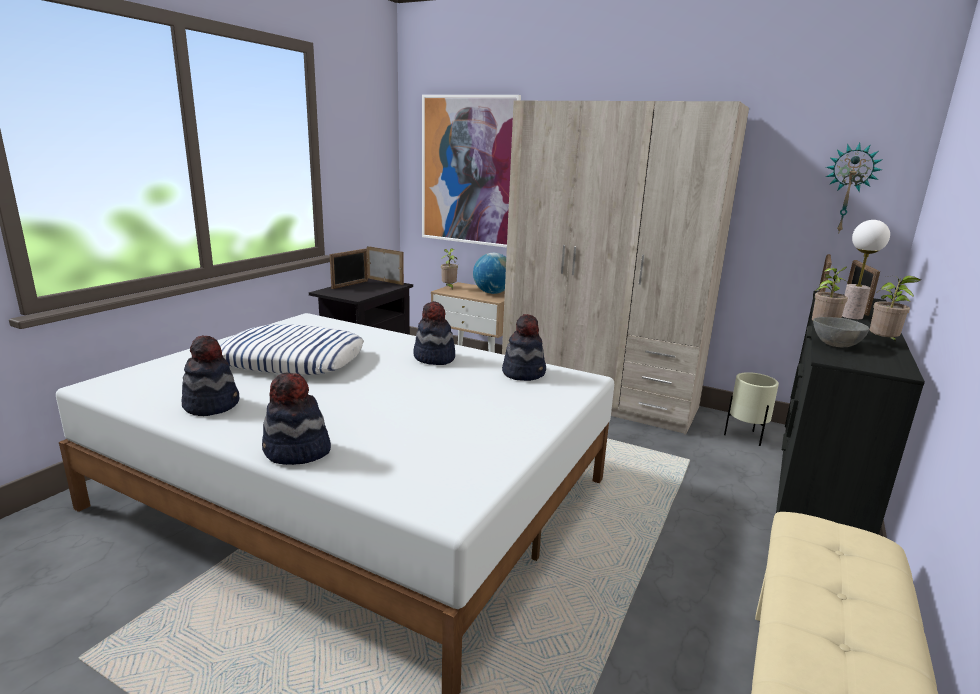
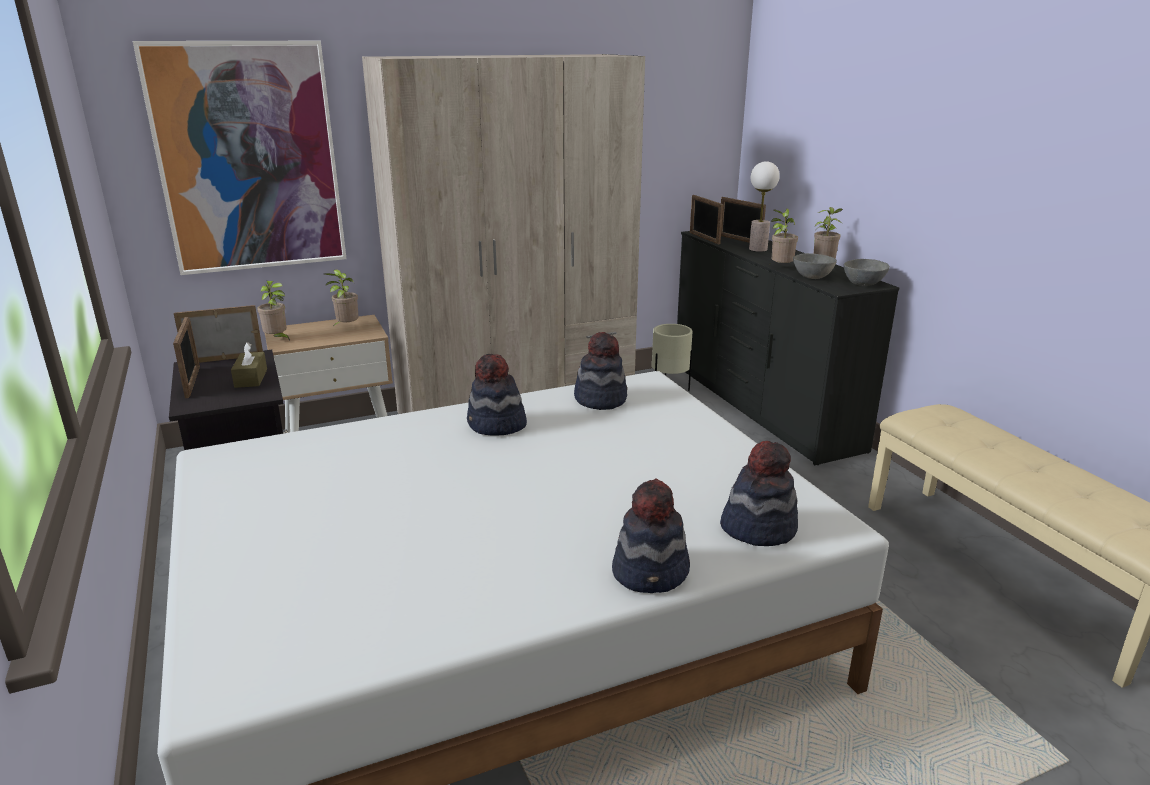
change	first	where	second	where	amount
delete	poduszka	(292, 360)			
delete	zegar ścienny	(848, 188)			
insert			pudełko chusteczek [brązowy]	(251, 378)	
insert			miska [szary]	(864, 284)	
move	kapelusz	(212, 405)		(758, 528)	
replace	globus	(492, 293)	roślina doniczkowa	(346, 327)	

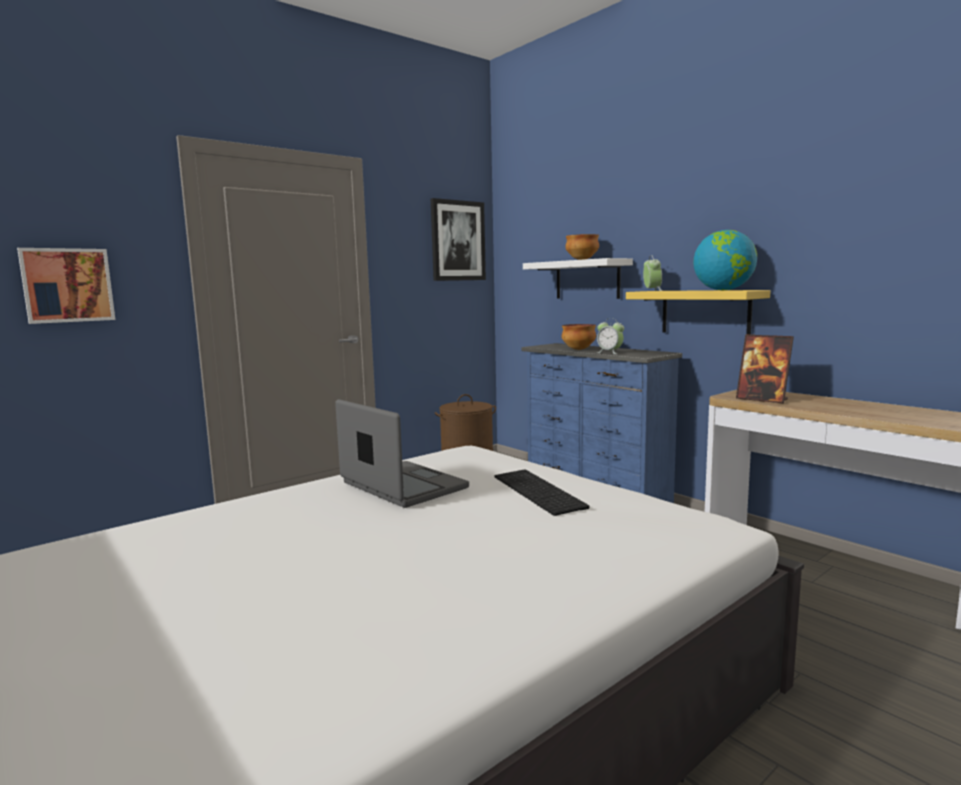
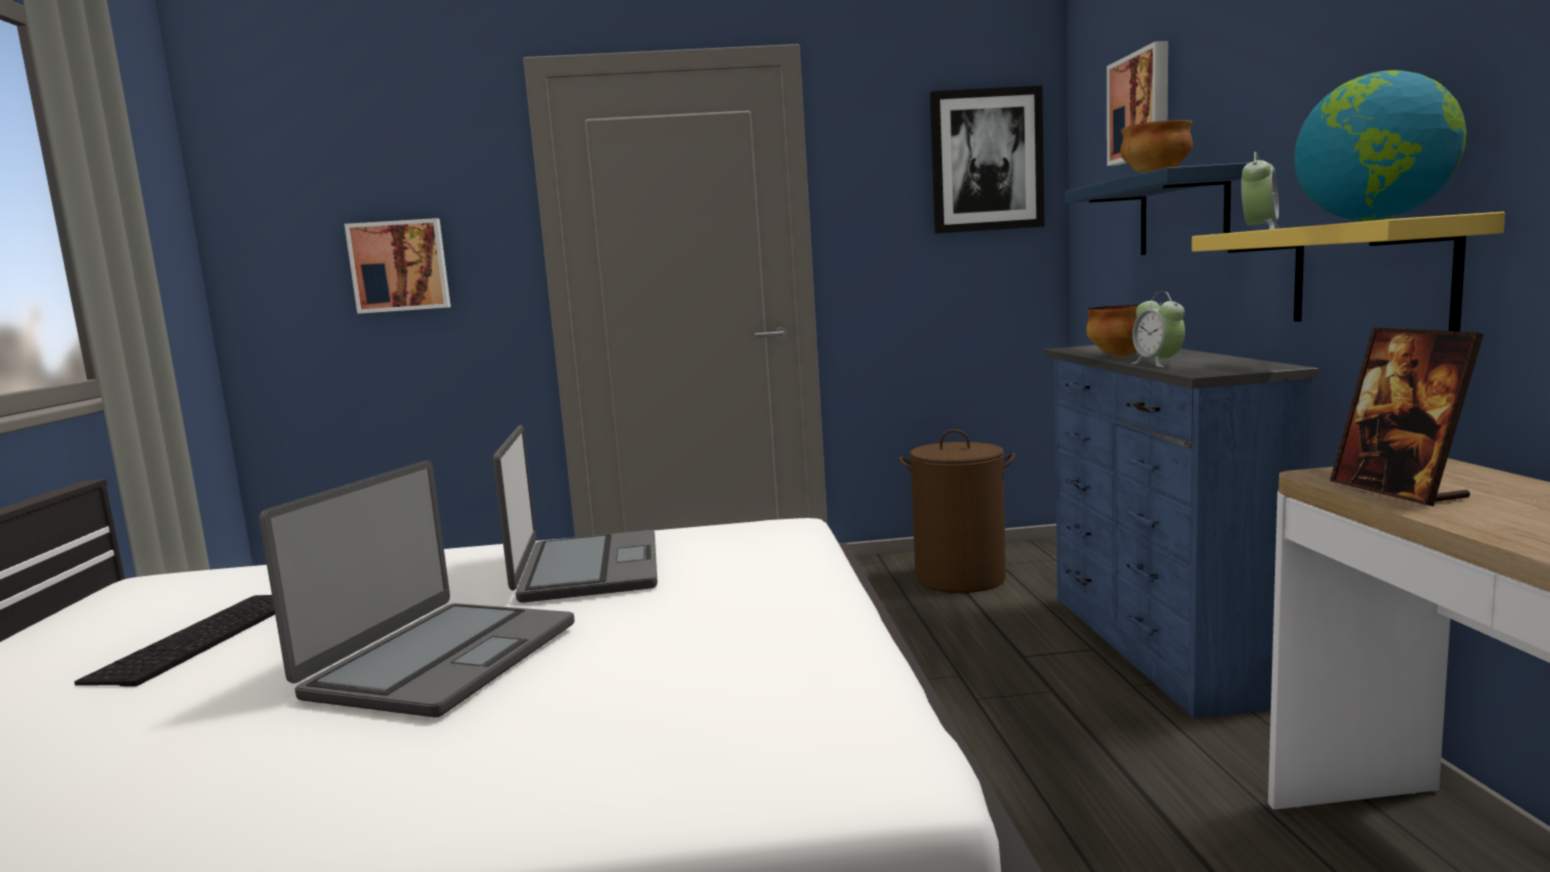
change	first	where	second	where	amount
insert			laptop	(441, 659)	
insert			obraz	(1141, 107)	
move	klawiatura	(541, 491)		(204, 638)	
recolor	półka [biały]	(587, 279)	półka [niebieski]	(1183, 214)	

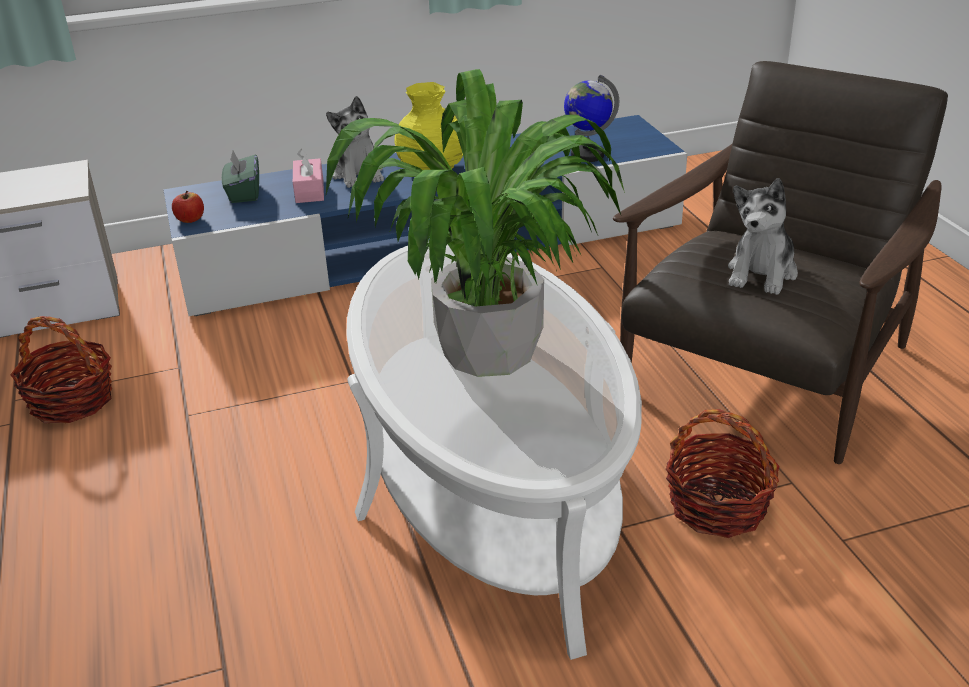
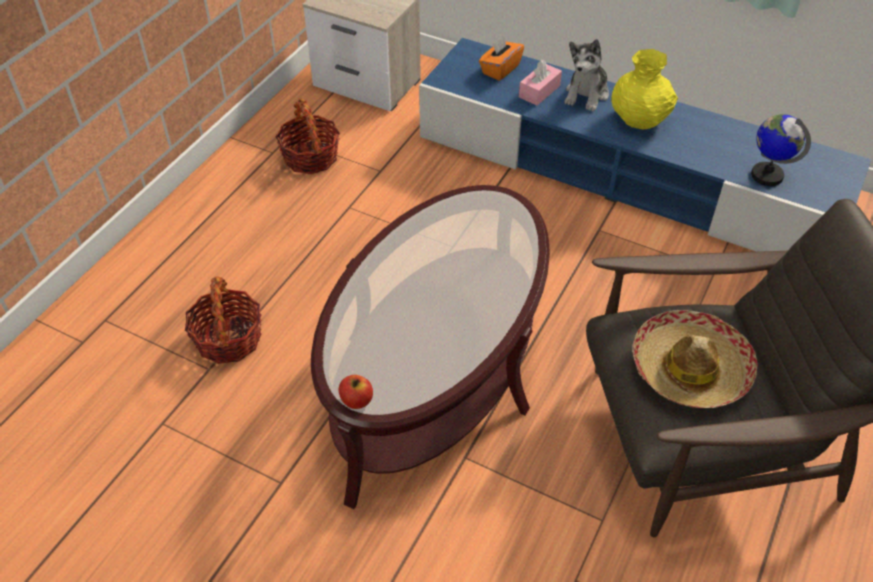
change	first	where	second	where	amount
delete	roślina doniczkowa	(490, 353)			
move	jabłko	(190, 219)		(356, 400)	
move	koszyk	(718, 506)		(229, 339)	
replace	pluszak	(762, 273)	kapelusz	(689, 369)	
recolor	pudełko chusteczek [zielony]	(244, 193)	pudełko chusteczek [pomarańczowy]	(500, 69)	
recolor	ława [biały]	(489, 484)	ława [brązowy]	(436, 373)	

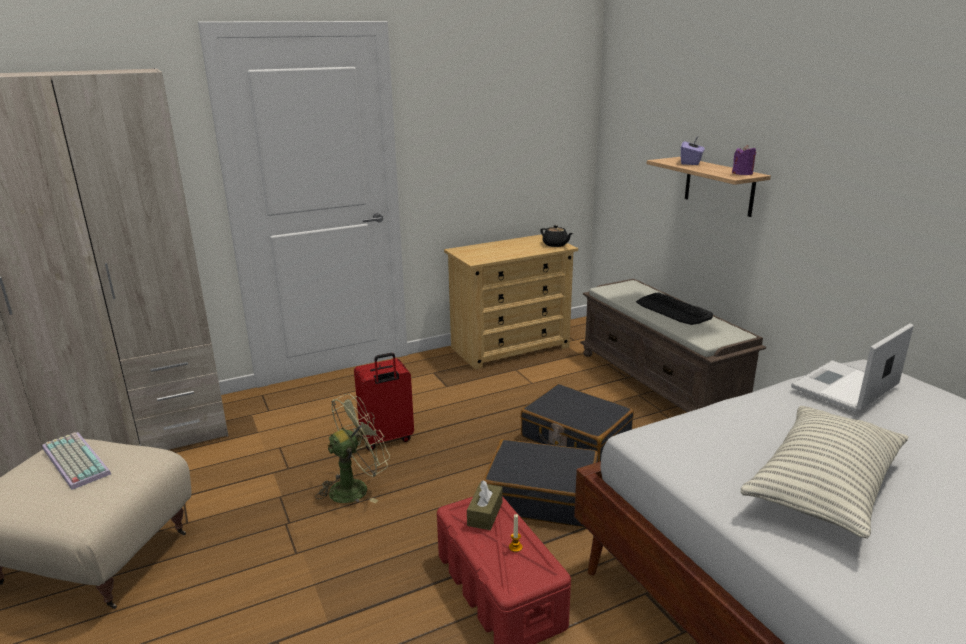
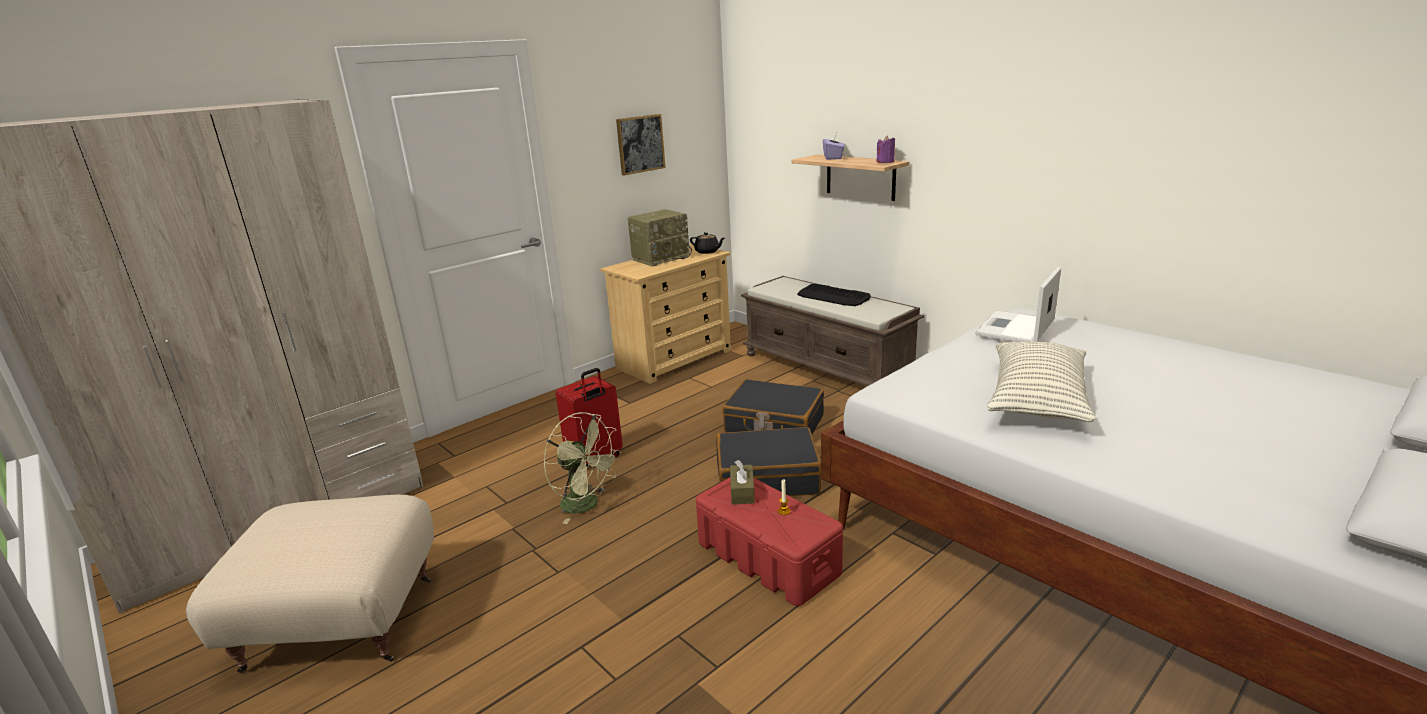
change	first	where	second	where	amount
delete	klawiatura	(73, 461)			
insert			obraz	(640, 144)	
insert			radio	(661, 258)	
rotate	wentylator [zielony]	(355, 487)		(587, 505)	90 degrees clockwise

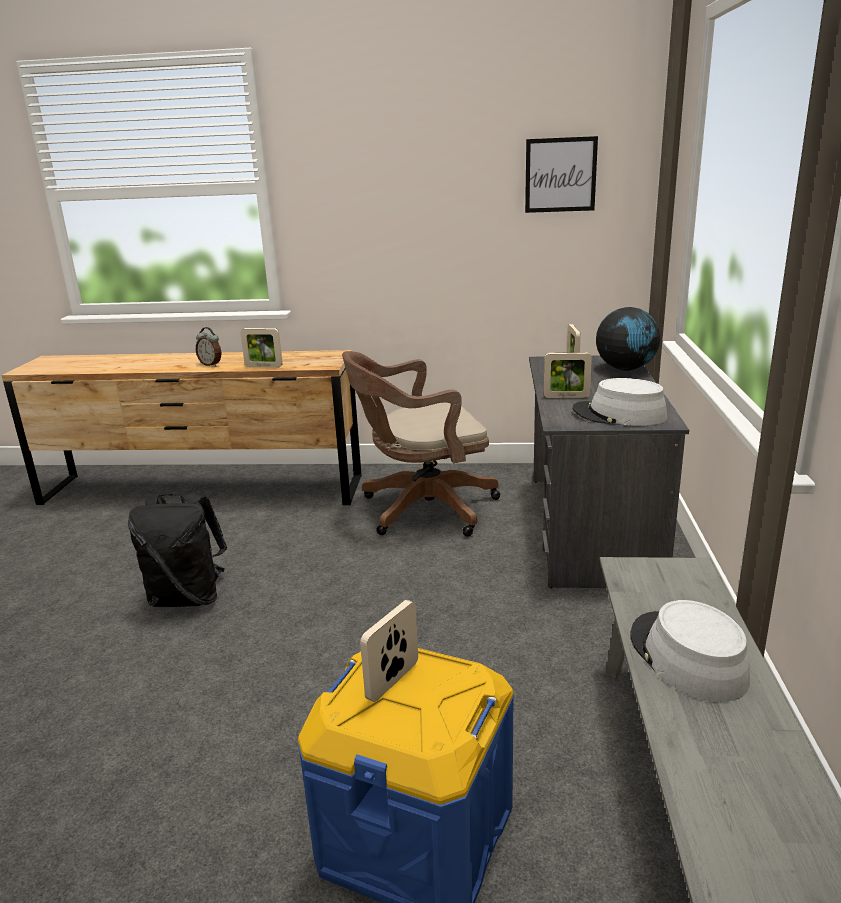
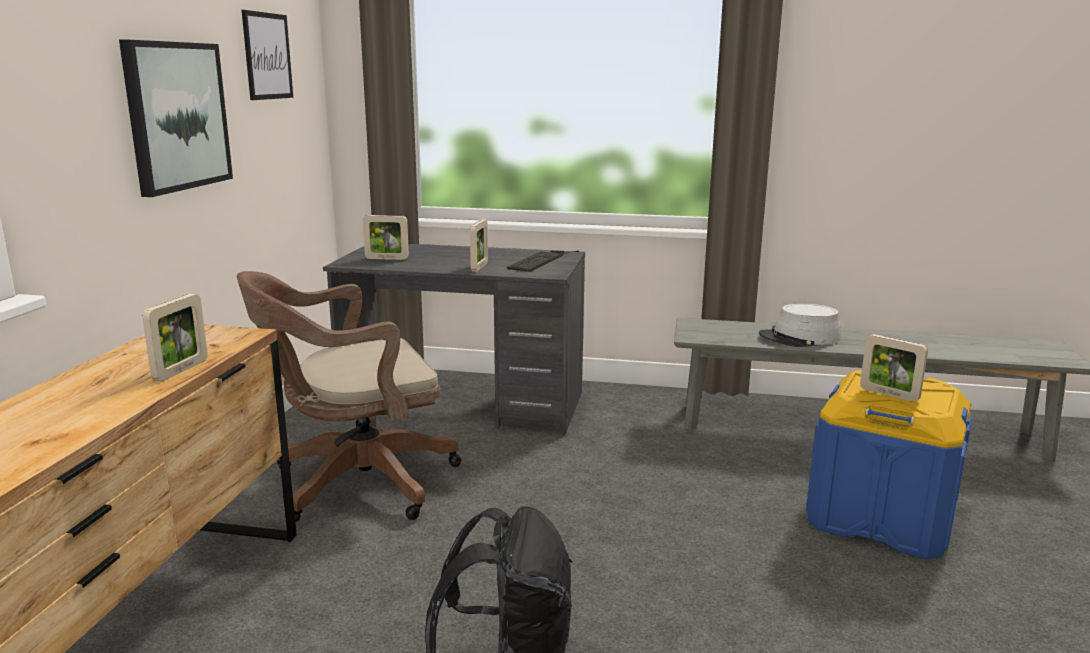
change	first	where	second	where	amount
delete	budzik	(211, 365)			
delete	globus	(625, 369)			
insert			obraz	(176, 116)	
replace	kapelusz [szary]	(619, 415)	klawiatura	(541, 260)	
rotate	krzesło biurowe [brązowy]	(422, 509)		(355, 483)	75 degrees clockwise

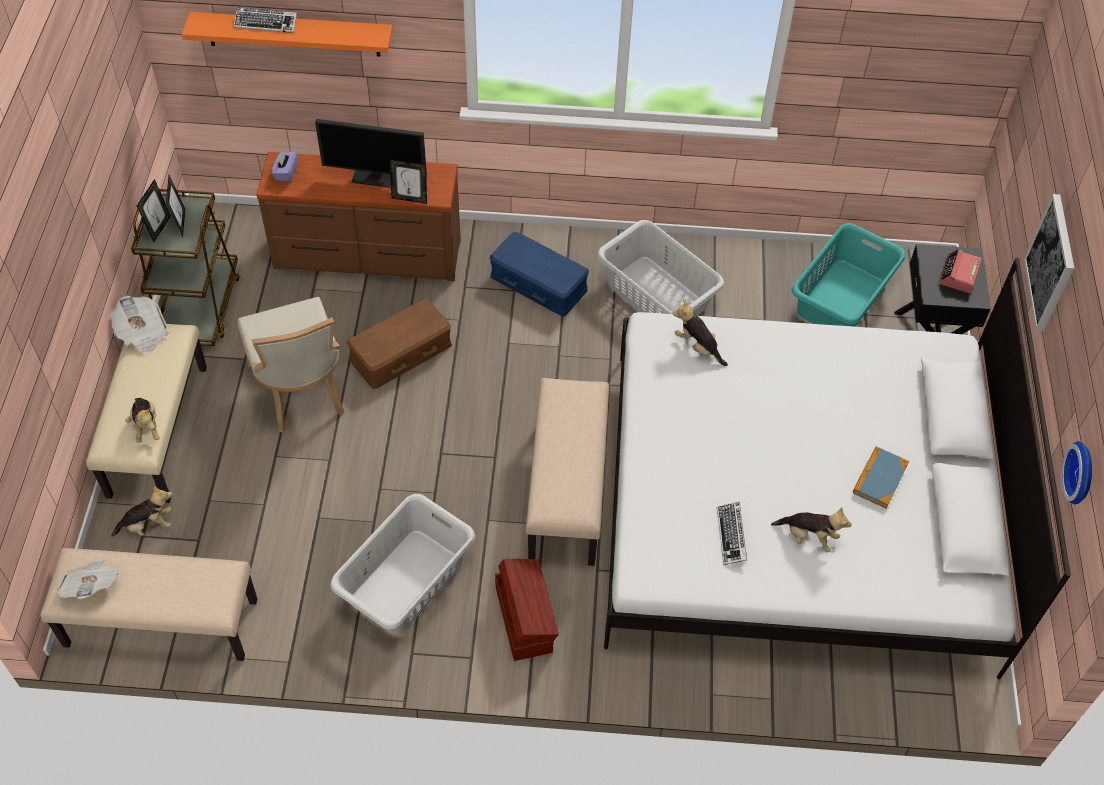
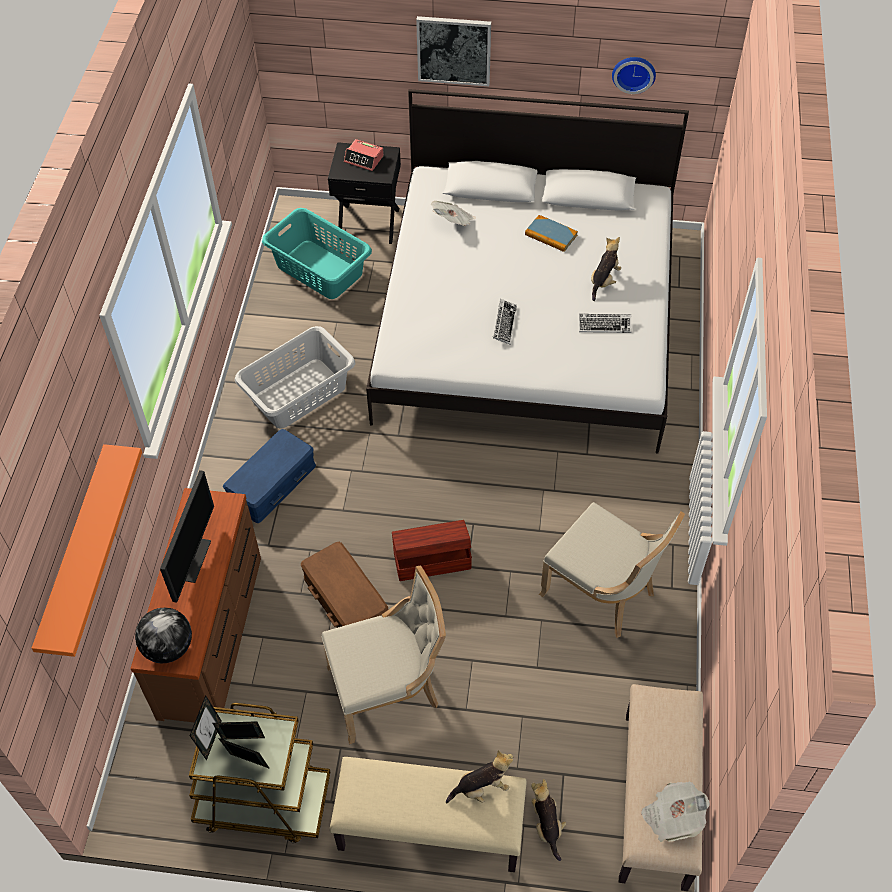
change	first	where	second	where	amount
delete	ławka [beżowy]	(568, 490)			
delete	pluszak	(698, 347)			
move	gazeta	(142, 334)		(453, 221)	
move	klawiatura	(266, 23)		(504, 324)	
move	ramka na zdjęcie	(410, 199)		(210, 739)	
move	pojemnik do przechowywania [brązowy]	(525, 618)		(431, 560)	
replace	pudełko chusteczek [fioletowy]	(286, 173)	globus	(169, 647)	
replace	kosz na pranie [szary]	(405, 581)	krzesło [beżowy]	(603, 593)	

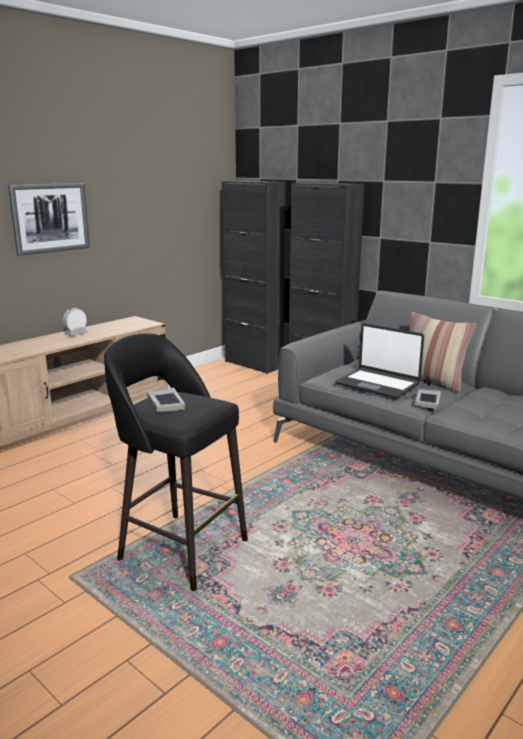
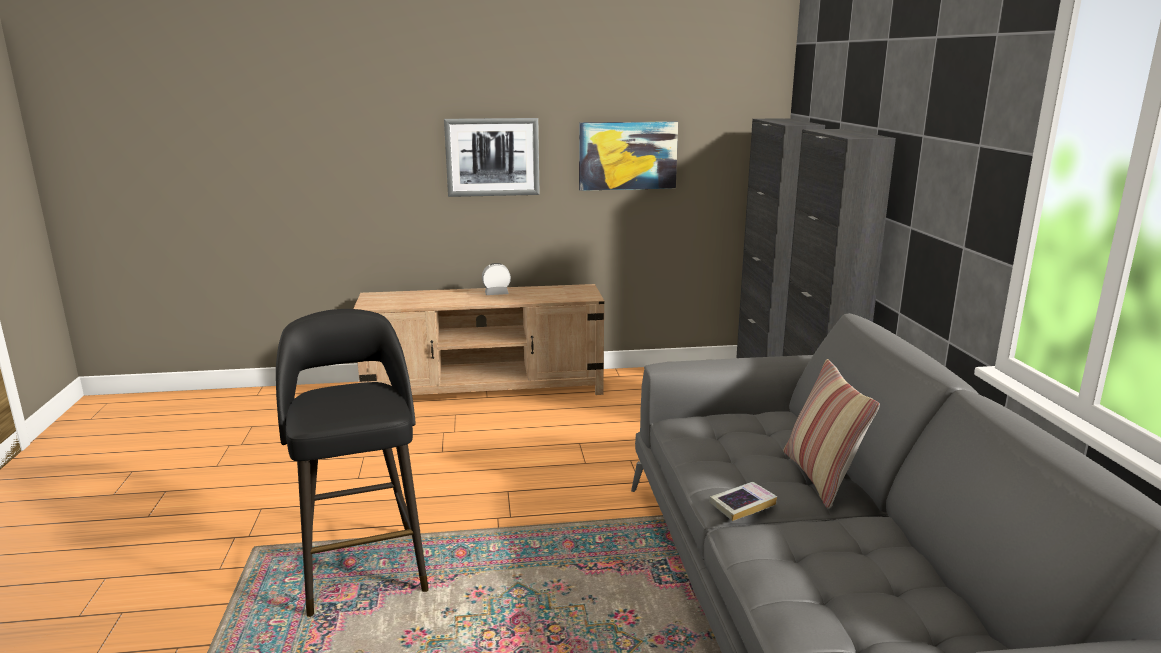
change	first	where	second	where	amount
delete	książka	(165, 404)			
delete	laptop	(378, 384)			
insert			obraz	(627, 155)	

